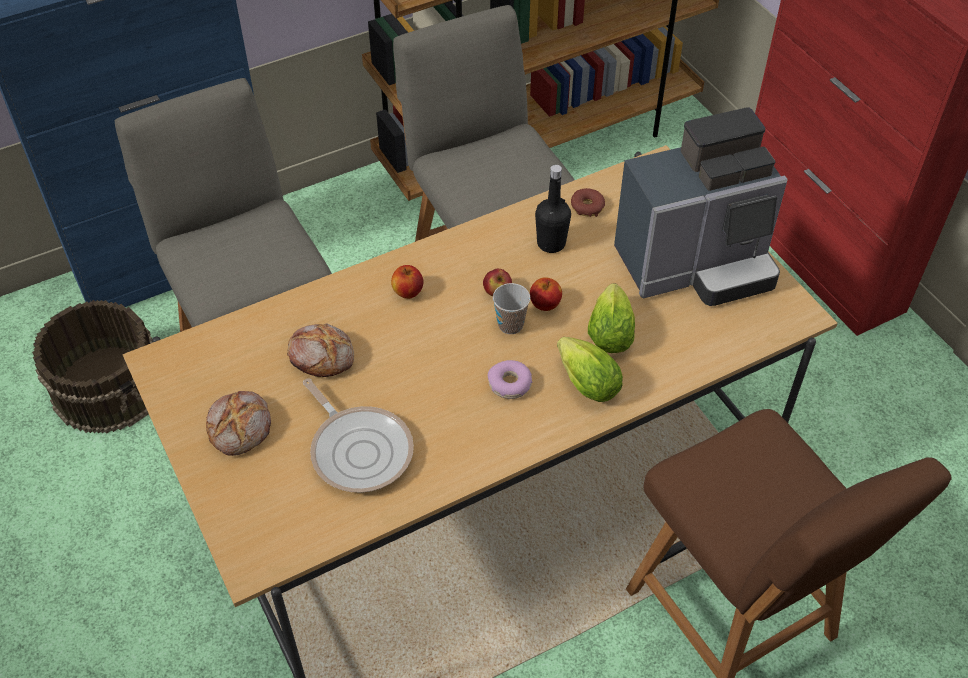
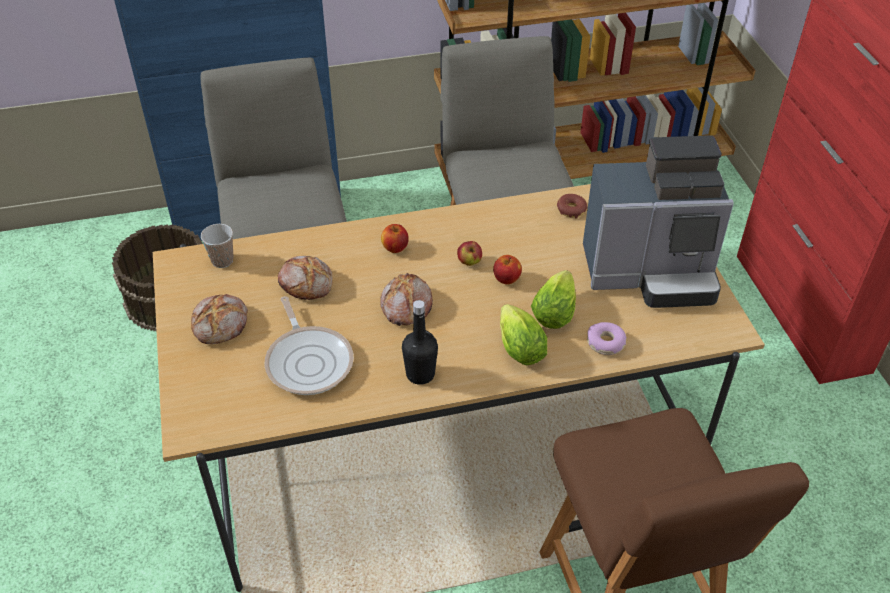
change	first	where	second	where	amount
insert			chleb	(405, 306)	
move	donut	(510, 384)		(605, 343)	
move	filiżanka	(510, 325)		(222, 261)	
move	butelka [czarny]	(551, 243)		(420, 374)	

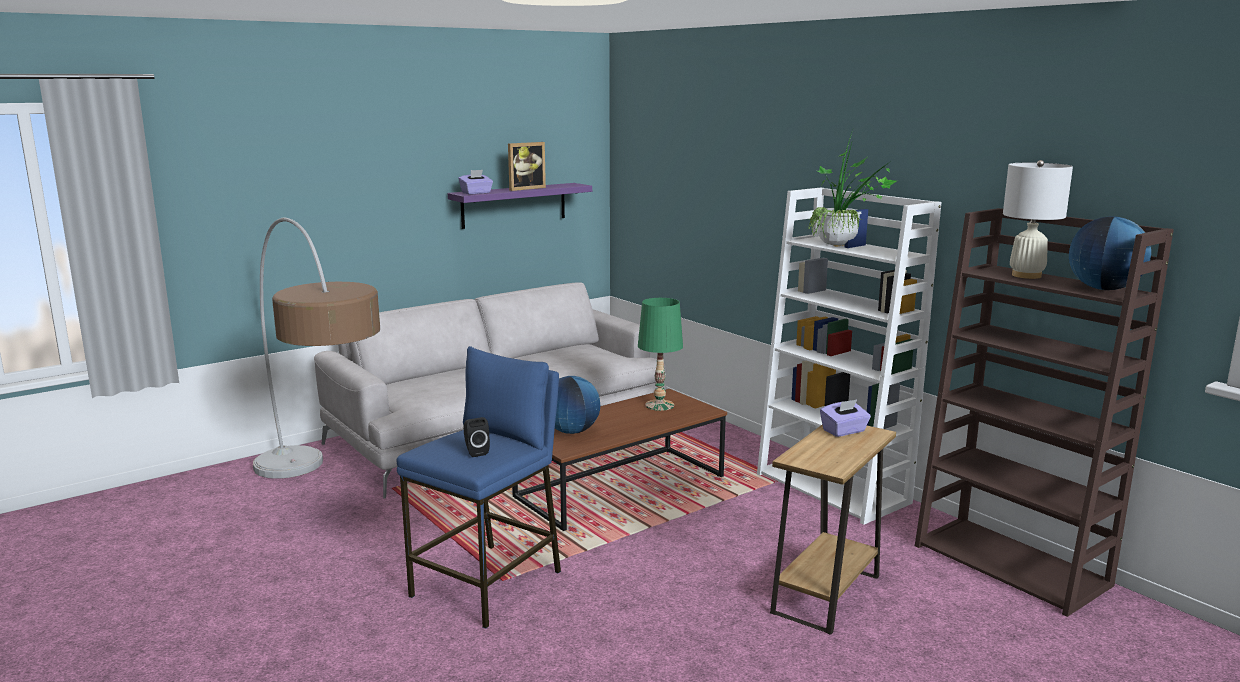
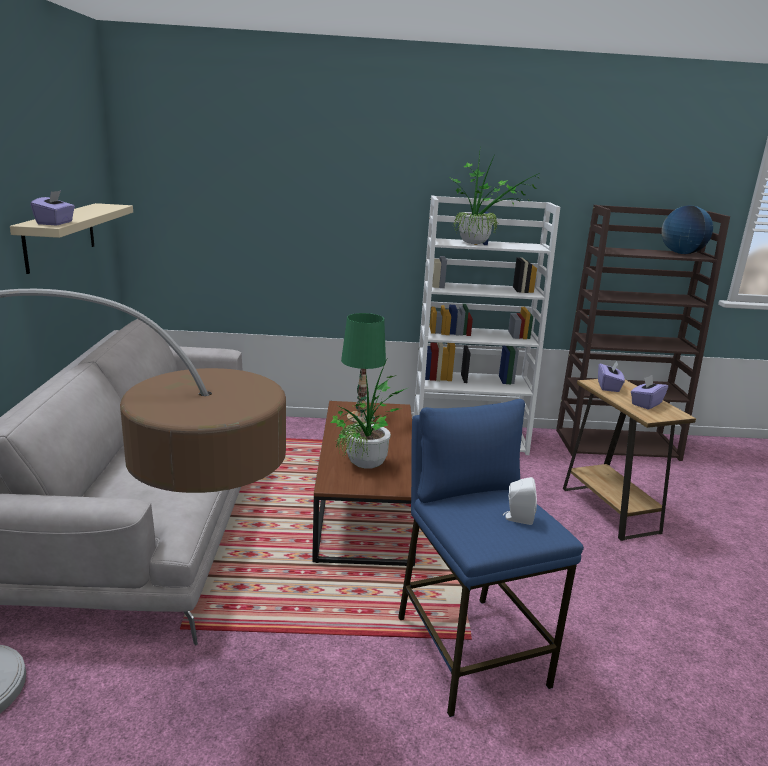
change	first	where	second	where	amount
delete	ramka na zdjęcie	(525, 188)			
delete	lampa stołowa [biały]	(1026, 275)			
insert			pudełko chusteczek [fioletowy]	(646, 403)	
replace	globus	(571, 431)	roślina doniczkowa	(365, 469)	
recolor	półka [fioletowy]	(514, 205)	półka [beżowy]	(60, 236)	
recolor	głośnik [czarny]	(475, 452)	głośnik [biały]	(517, 518)	

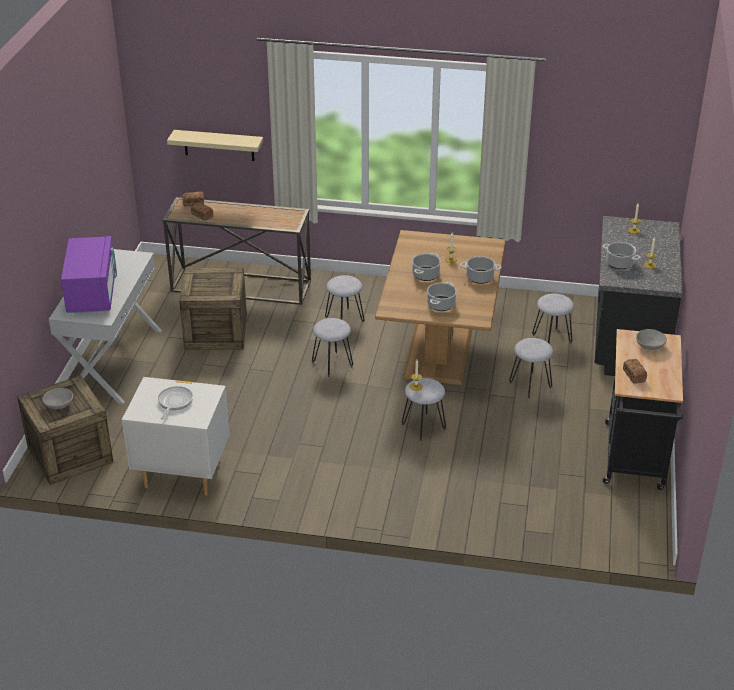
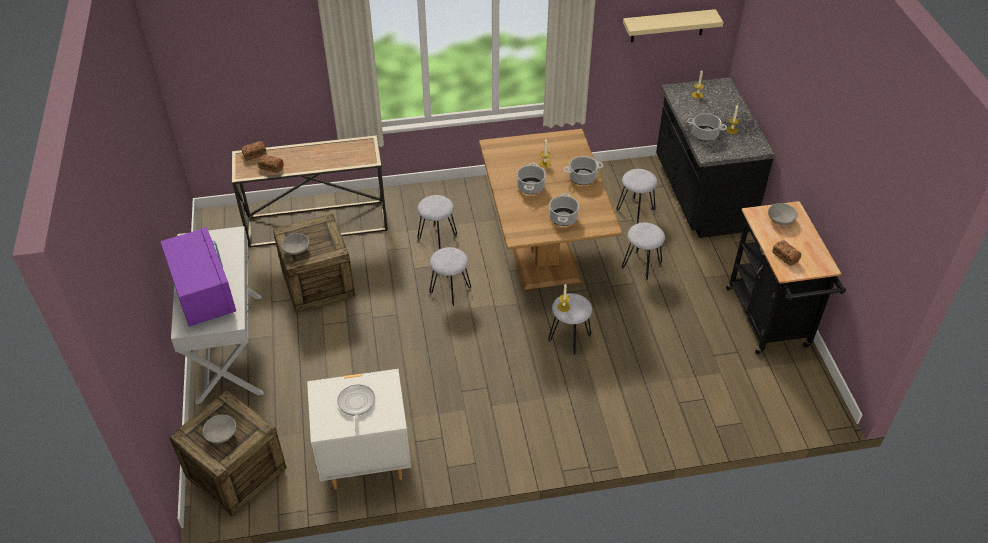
change	first	where	second	where	amount
insert			miska [szary]	(296, 250)	
move	półka [beżowy]	(219, 145)		(667, 26)	

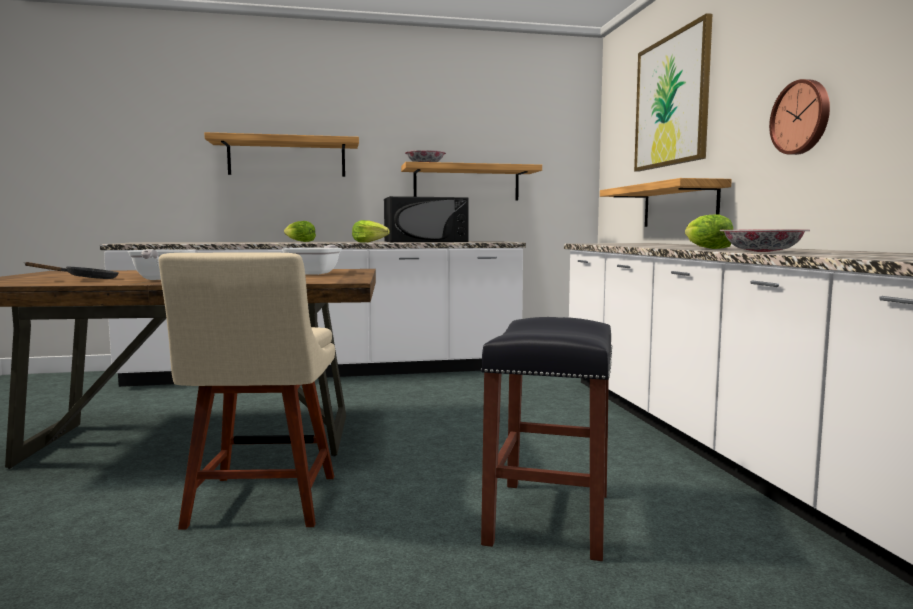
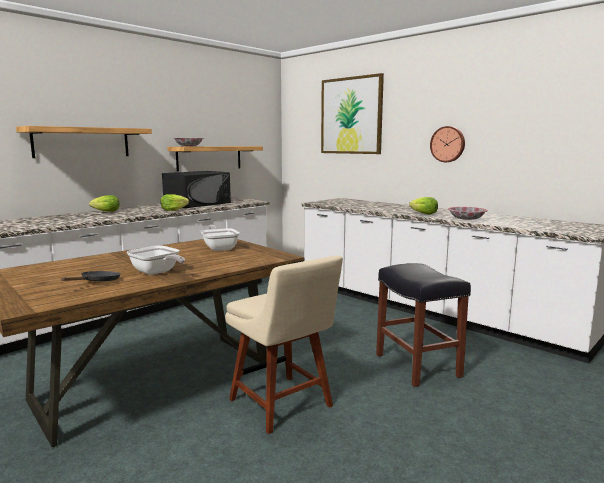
change	first	where	second	where	amount
delete	półka	(679, 205)			

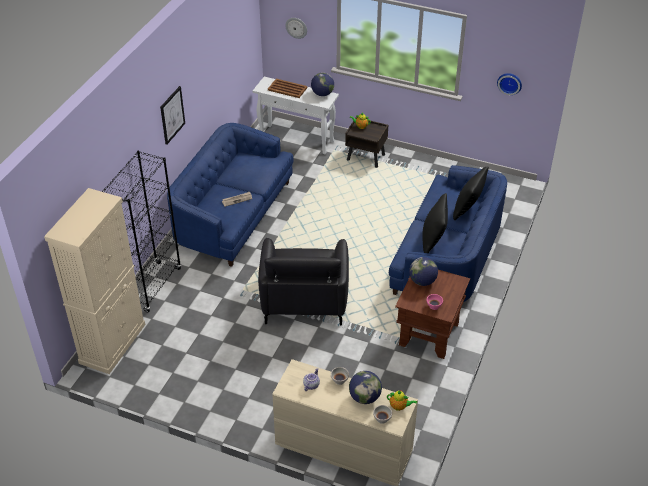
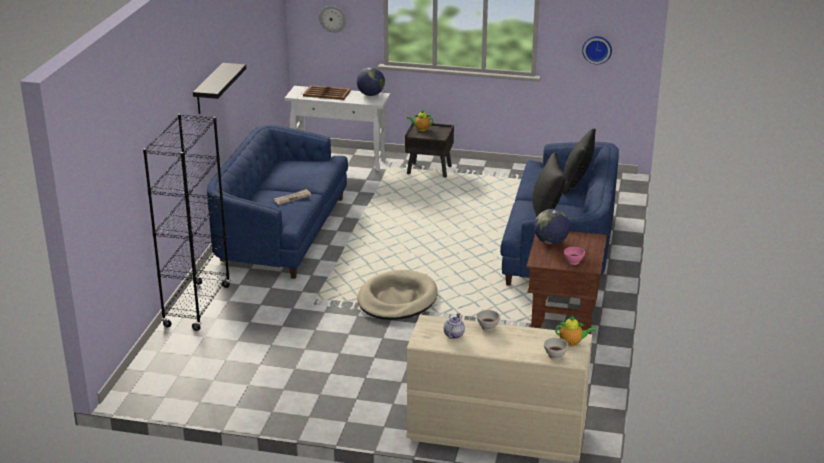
change	first	where	second	where	amount
delete	szafka [beżowy]	(113, 343)			
delete	globus	(364, 397)			
replace	obraz	(172, 115)	półka [czarny]	(209, 89)	
replace	fotel [czarny]	(304, 298)	legowisko [beżowy]	(397, 299)	

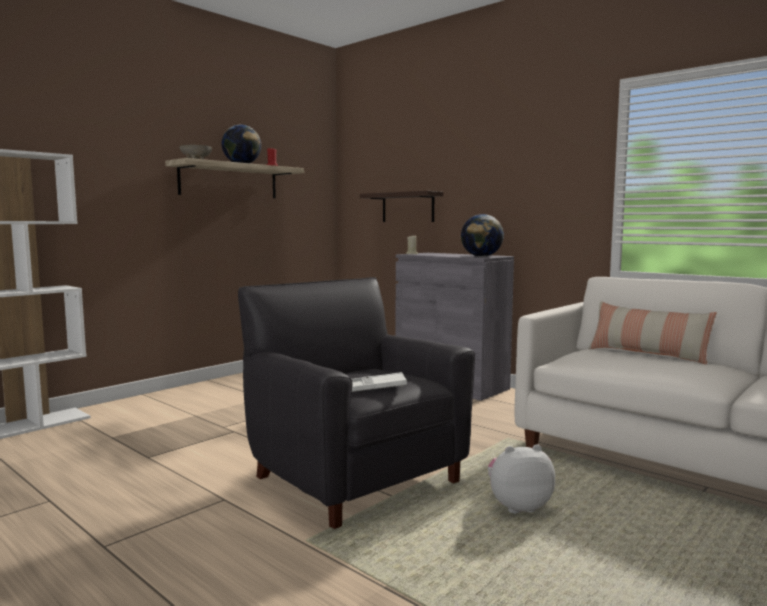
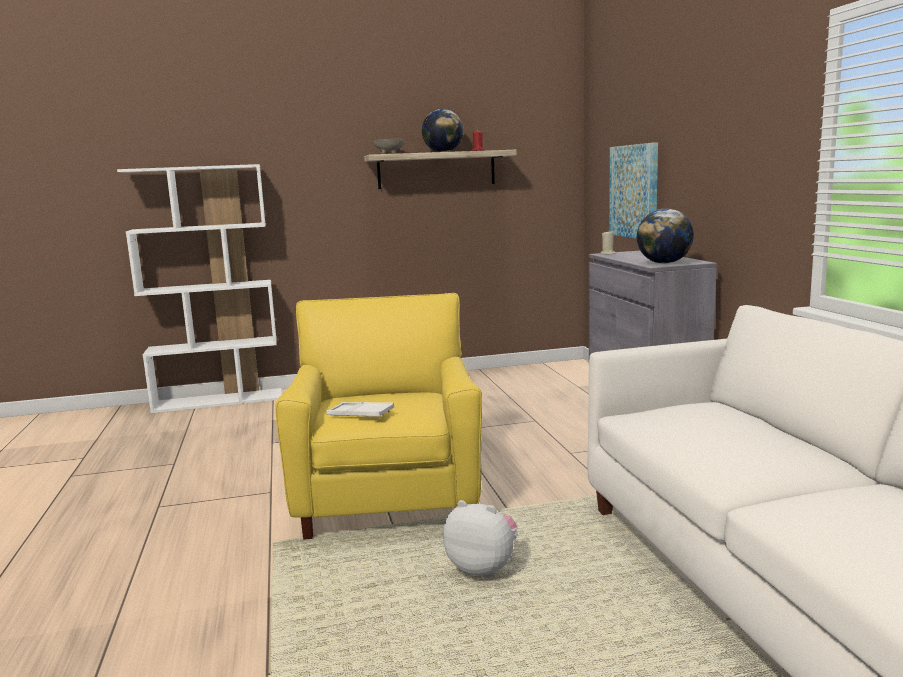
change	first	where	second	where	amount
delete	poduszka	(647, 354)			
replace	półka	(408, 207)	obraz	(634, 191)	
recolor	fotel [czarny]	(355, 477)	fotel [żółty]	(389, 499)	

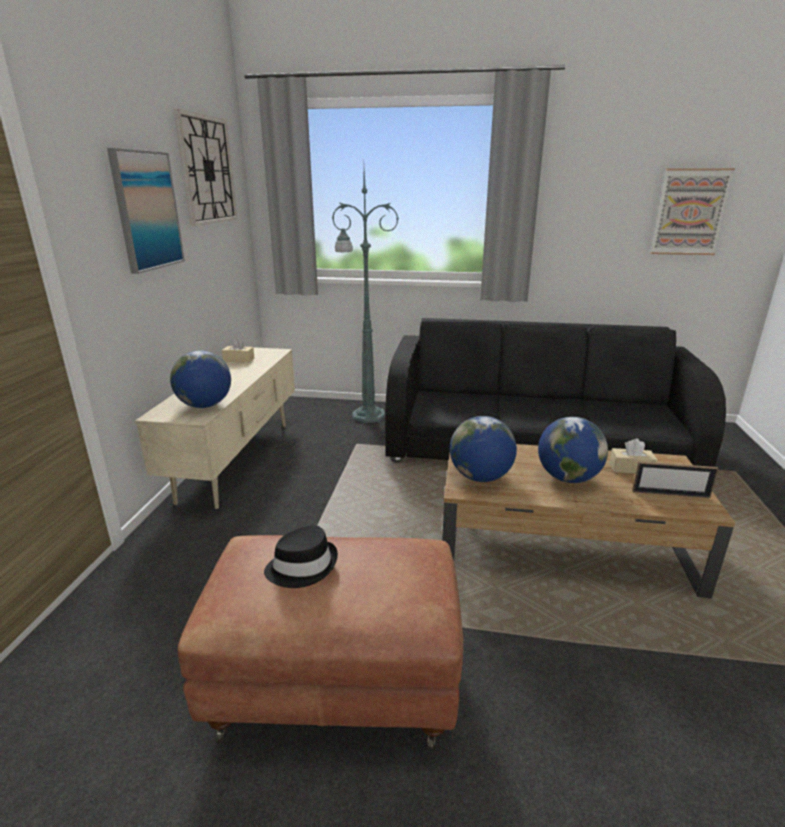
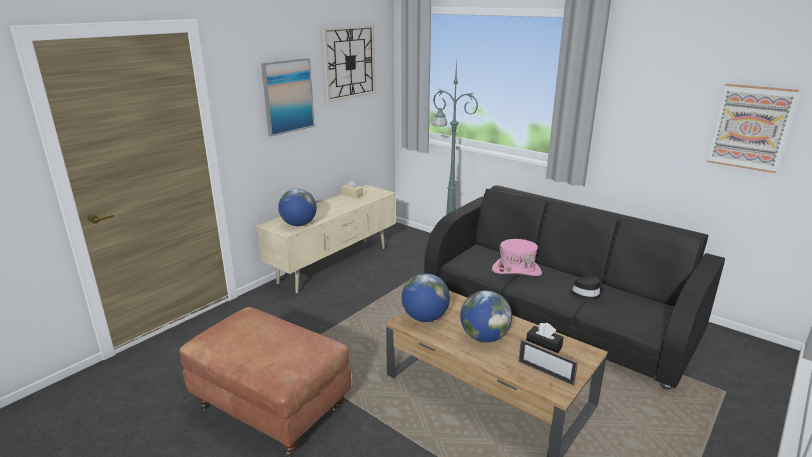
change	first	where	second	where	amount
insert			kapelusz [różowy]	(516, 271)	
move	kapelusz [czarny]	(302, 566)		(585, 293)	
recolor	pudełko chusteczek [beżowy]	(631, 468)	pudełko chusteczek [czarny]	(543, 346)	

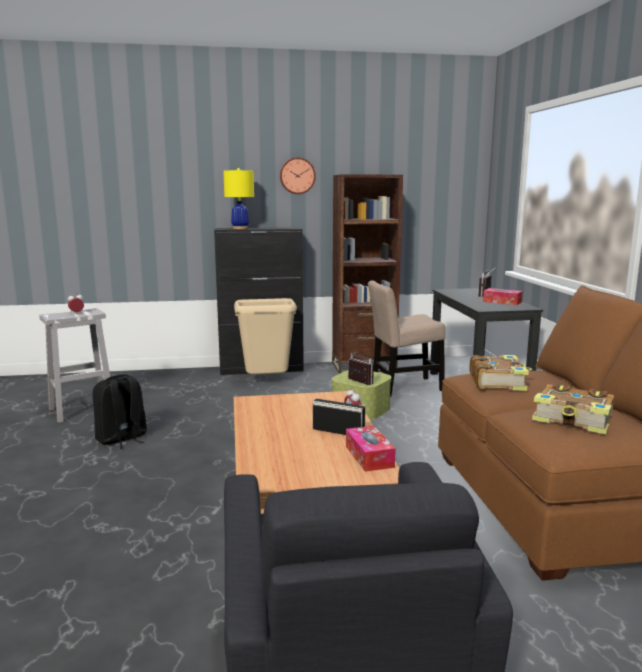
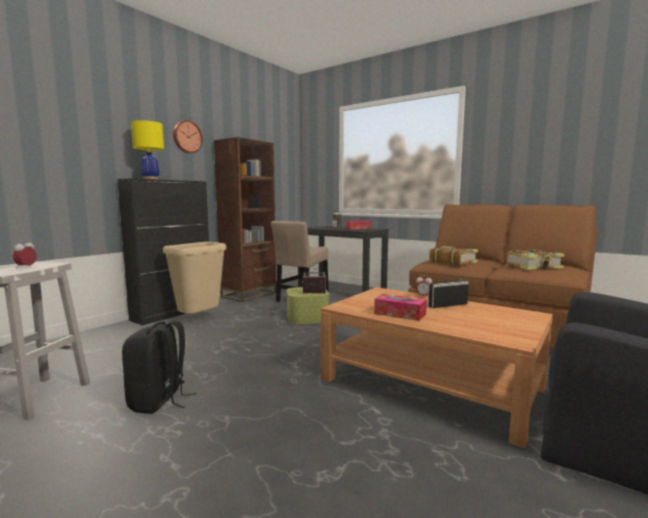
change	first	where	second	where	amount
move	pudełko chusteczek	(369, 456)		(400, 314)	

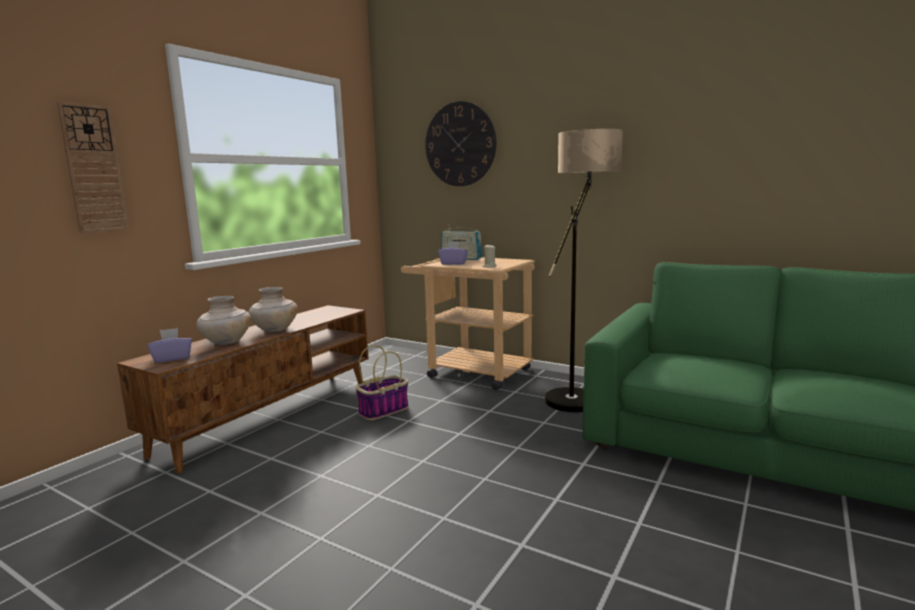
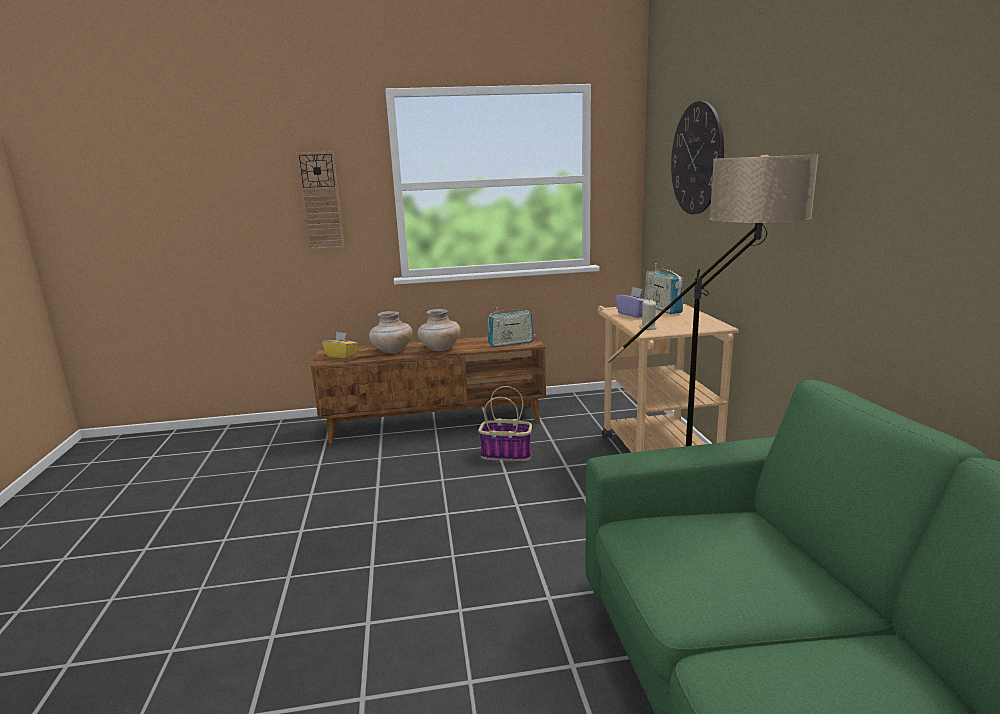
change	first	where	second	where	amount
insert			radio	(511, 343)	
recolor	pudełko chusteczek [fioletowy]	(172, 358)	pudełko chusteczek [żółty]	(341, 355)	

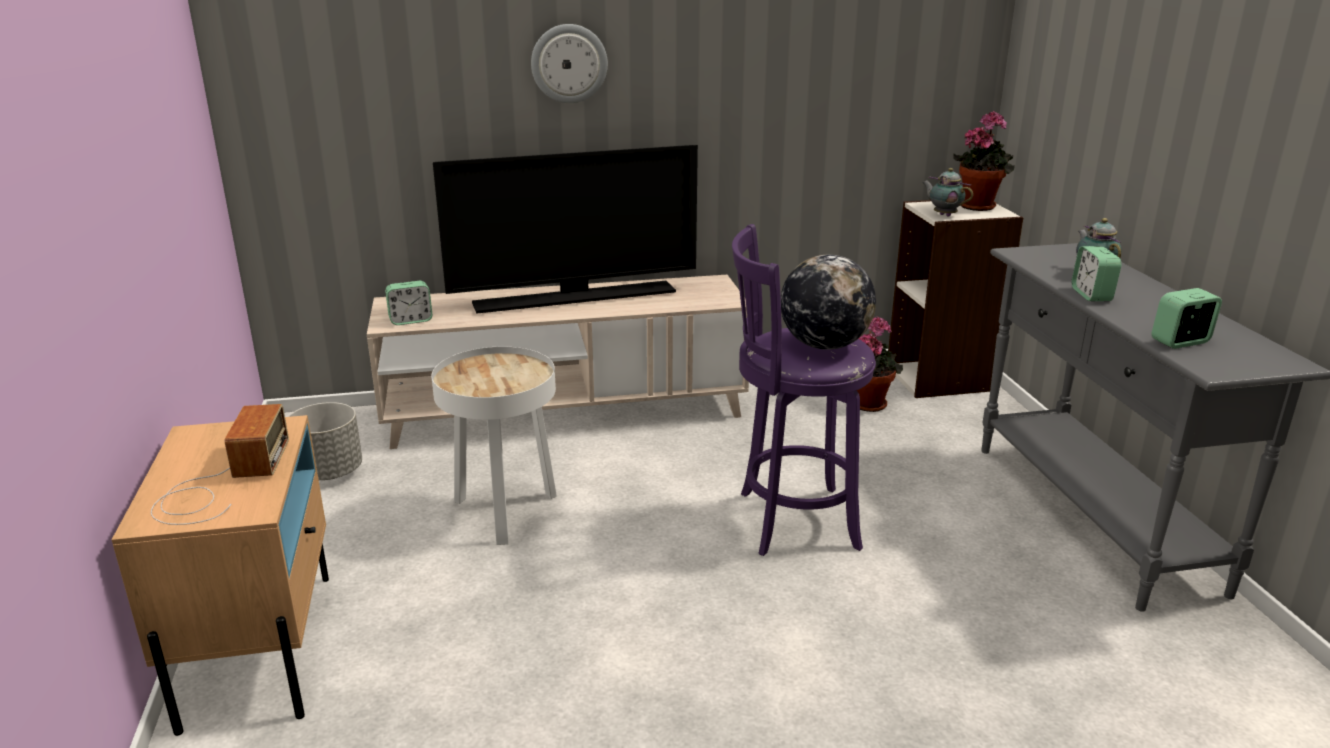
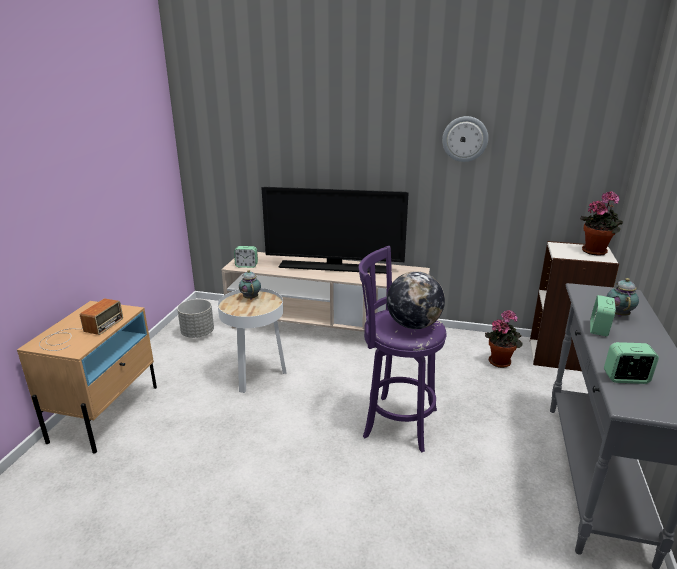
change	first	where	second	where	amount
move	zegar ścienny	(569, 63)		(465, 139)	
move	imbryk	(943, 215)		(250, 297)	

